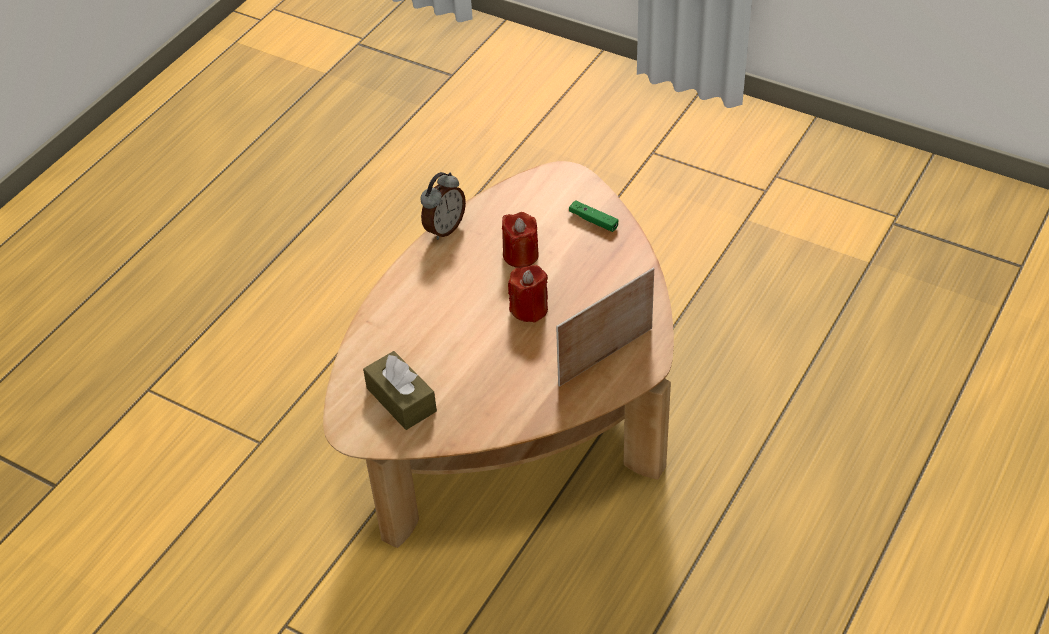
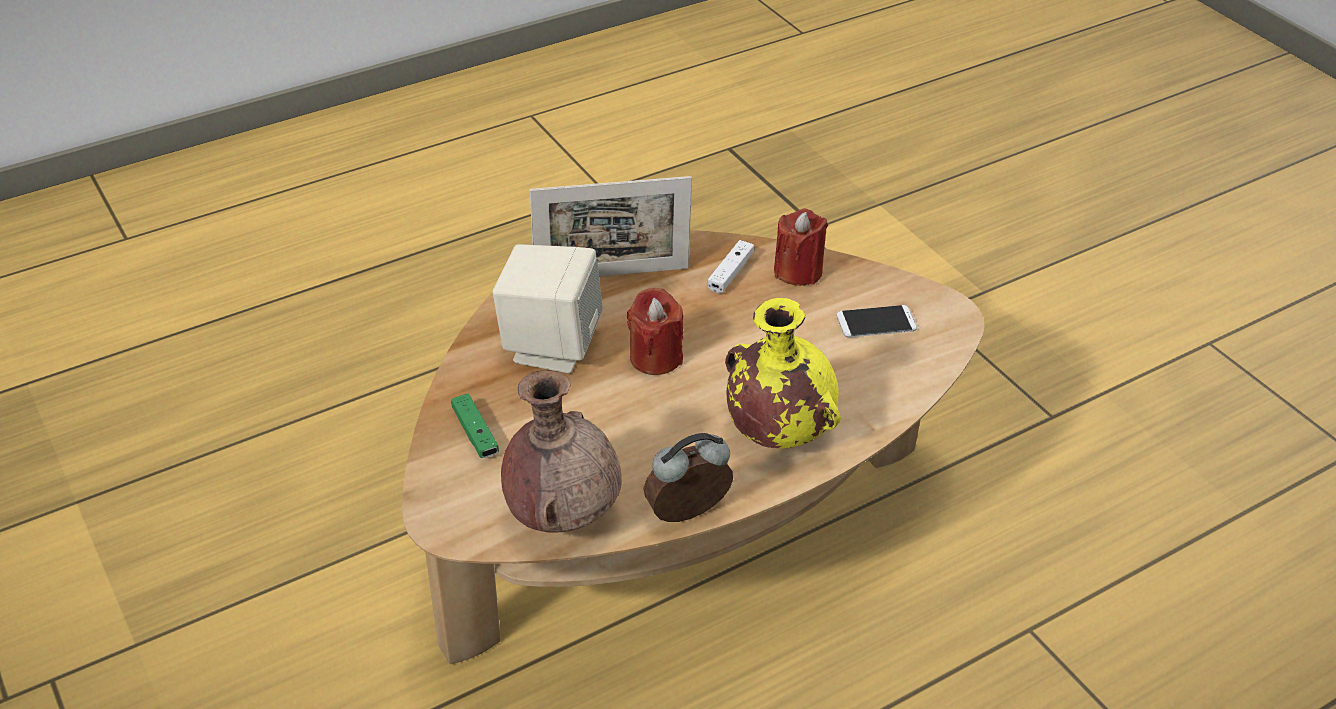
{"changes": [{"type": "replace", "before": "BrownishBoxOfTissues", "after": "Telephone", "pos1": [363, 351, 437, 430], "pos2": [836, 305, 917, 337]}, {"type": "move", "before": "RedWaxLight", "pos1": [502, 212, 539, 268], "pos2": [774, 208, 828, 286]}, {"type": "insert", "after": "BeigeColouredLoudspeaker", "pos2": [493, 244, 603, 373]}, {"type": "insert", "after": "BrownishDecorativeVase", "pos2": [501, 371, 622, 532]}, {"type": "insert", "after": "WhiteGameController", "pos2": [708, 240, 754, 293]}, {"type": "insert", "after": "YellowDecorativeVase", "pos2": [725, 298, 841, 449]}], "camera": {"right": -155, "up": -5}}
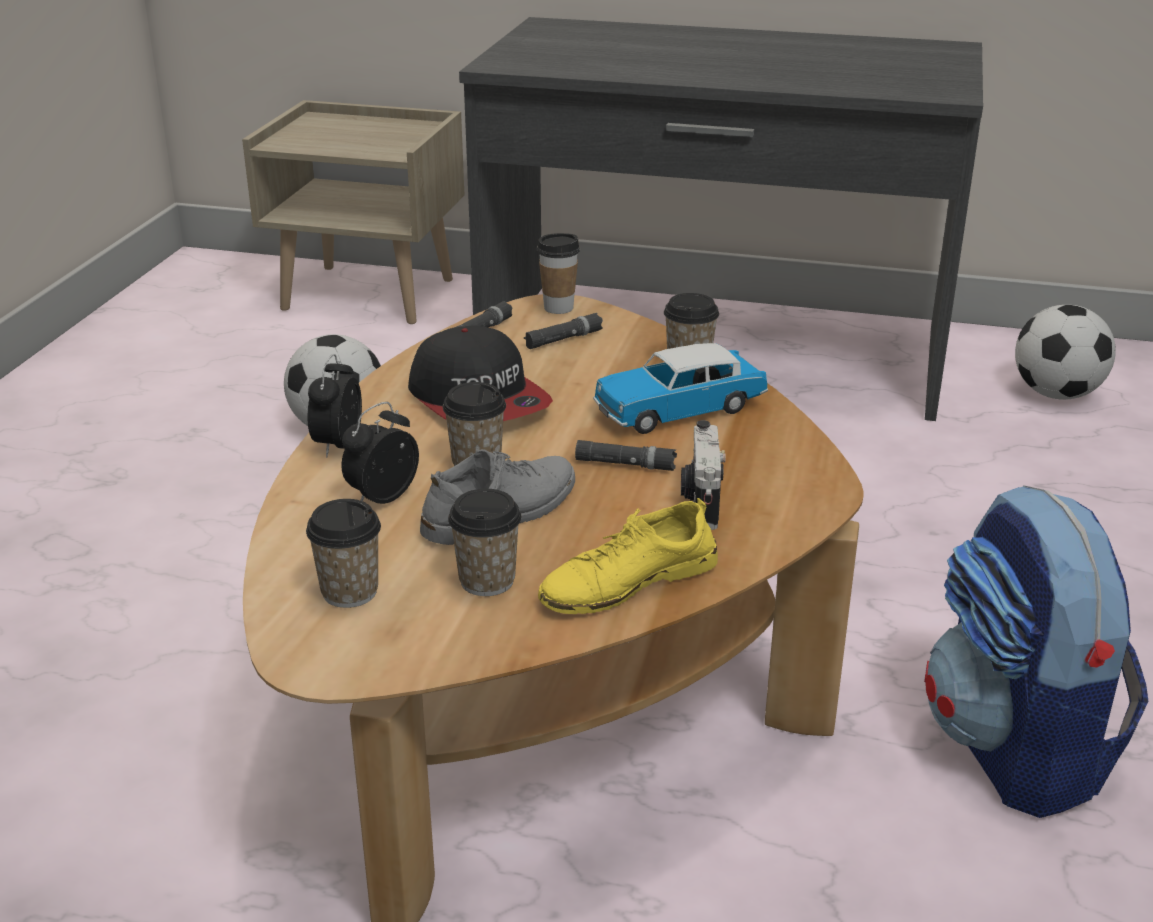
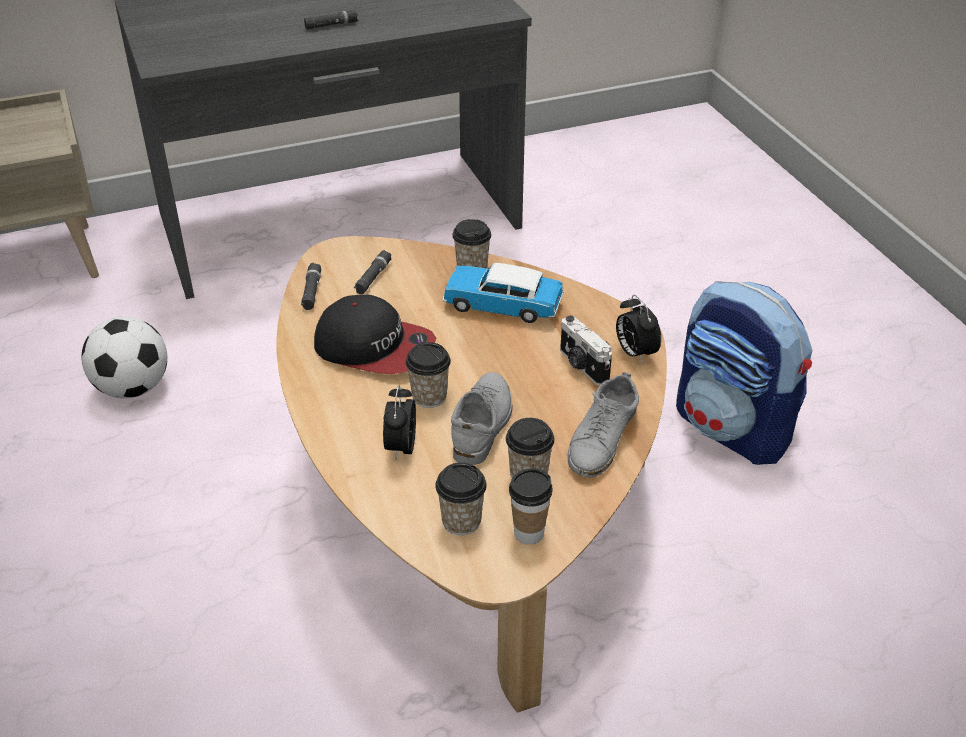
{"changes": [{"type": "move", "before": "AlarmClock", "pos1": [308, 354, 362, 458], "pos2": [616, 295, 661, 364]}, {"type": "move", "before": "DrinkingCup", "pos1": [537, 233, 580, 314], "pos2": [509, 468, 553, 545]}, {"type": "recolor", "before": "YellowItemOfFootwear", "after": "GrayItemOfFootwear", "pos1": [538, 498, 718, 614], "pos2": [568, 372, 639, 477]}, {"type": "move", "before": "BlackColouredFlashlight", "pos1": [575, 440, 677, 471], "pos2": [304, 10, 358, 30]}, {"type": "rotate", "before": "MiniatureCar", "pos1": [593, 343, 768, 434], "pos2": [443, 262, 564, 323], "turn": 75}, {"type": "delete", "before": "FootballBall", "pos1": [1015, 305, 1116, 400]}], "camera": {"right": -35, "up": 10}}
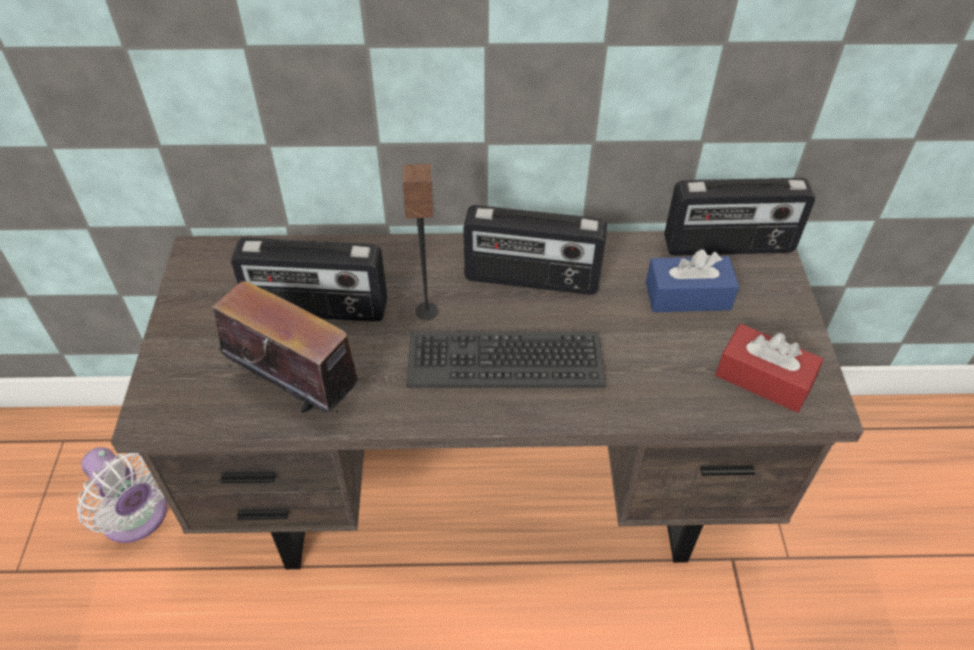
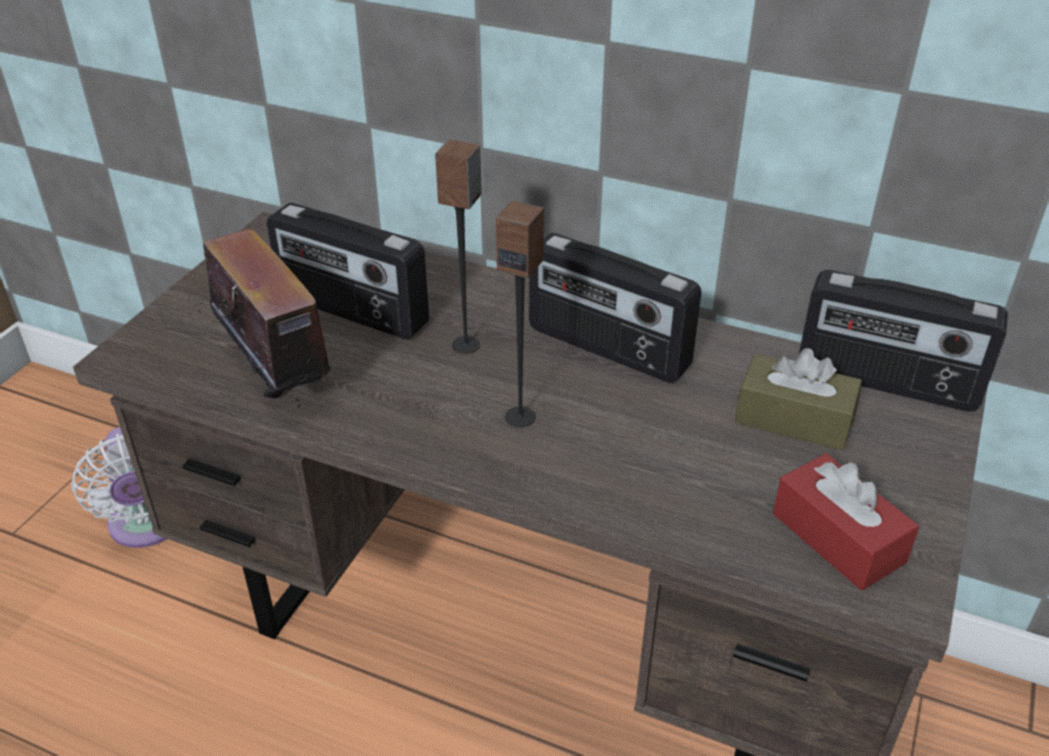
{"changes": [{"type": "replace", "before": "Keyboard", "after": "Loudspeaker", "pos1": [406, 332, 606, 388], "pos2": [496, 200, 544, 427]}, {"type": "recolor", "before": "BluishBoxOfTissues", "after": "BrownishBoxOfTissues", "pos1": [646, 249, 739, 312], "pos2": [735, 348, 862, 450]}], "camera": {"right": 25, "up": -10}}
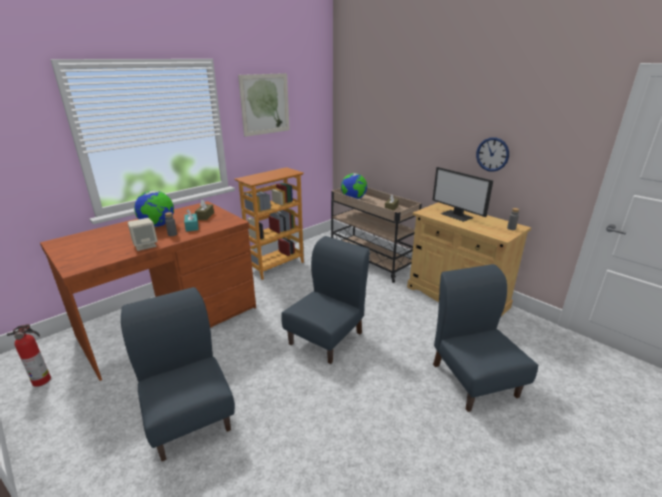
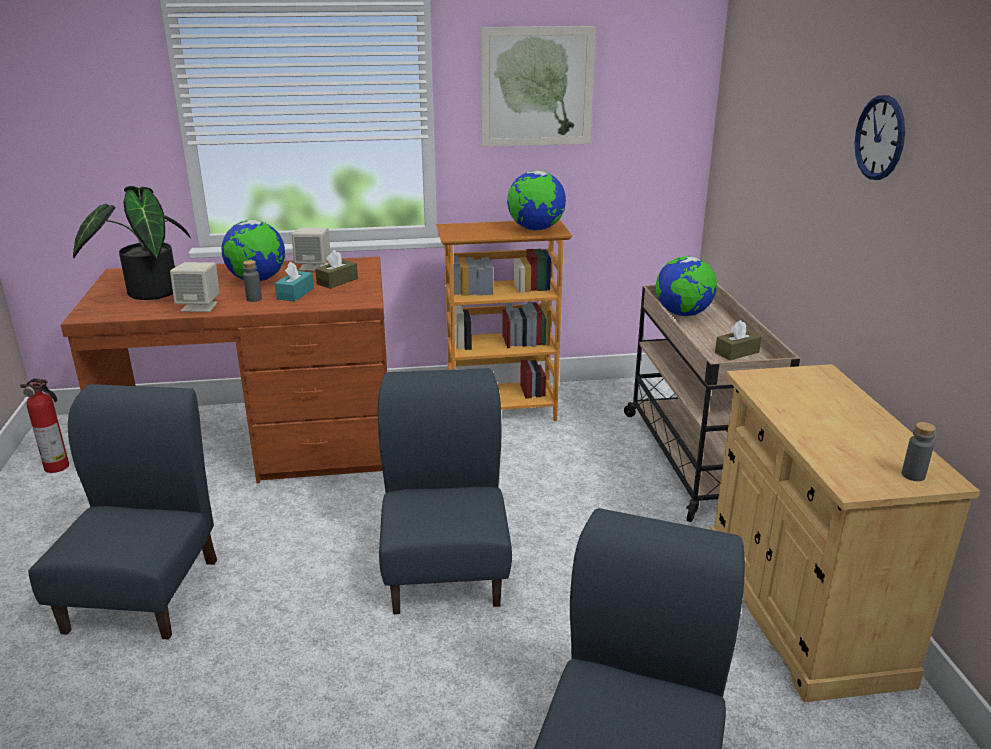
{"changes": [{"type": "rotate", "before": "BluishChair", "pos1": [281, 236, 370, 364], "pos2": [378, 368, 512, 614], "turn": -75}, {"type": "delete", "before": "ComputerScreen", "pos1": [433, 167, 493, 222]}, {"type": "move", "before": "WallClock", "pos1": [476, 137, 509, 172], "pos2": [854, 95, 905, 180]}, {"type": "insert", "after": "PottedPlant", "pos2": [73, 186, 191, 300]}, {"type": "insert", "after": "BeigeColouredLoudspeaker", "pos2": [292, 228, 330, 271]}, {"type": "insert", "after": "DeskGlobe", "pos2": [507, 170, 566, 231]}], "camera": {"right": 35, "up": 0}}
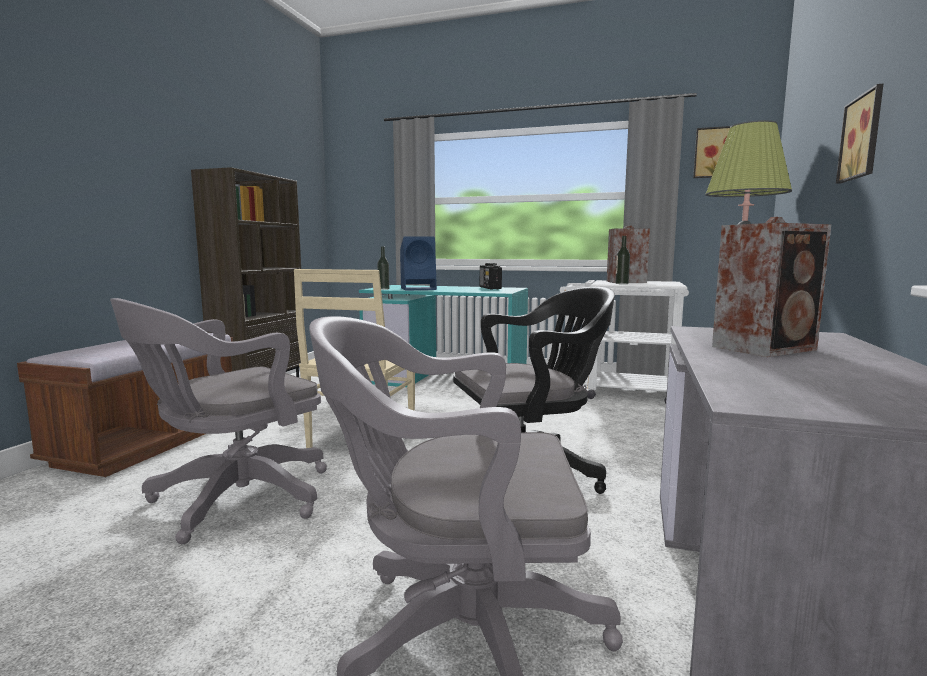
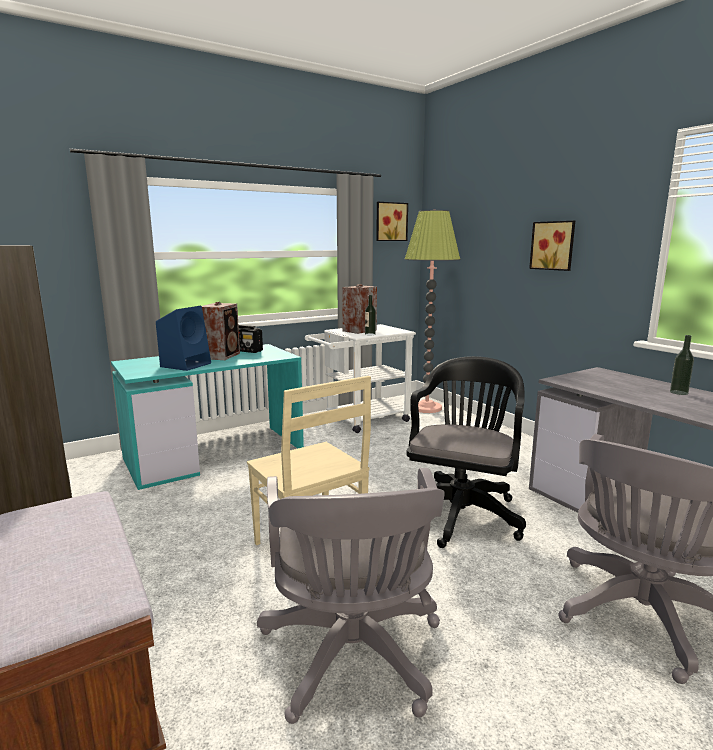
{"changes": [{"type": "move", "before": "DrinkBottle", "pos1": [377, 247, 389, 290], "pos2": [670, 335, 694, 395]}, {"type": "move", "before": "Loudspeaker", "pos1": [712, 217, 831, 357], "pos2": [202, 302, 240, 360]}], "camera": {"right": -50, "up": 5}}
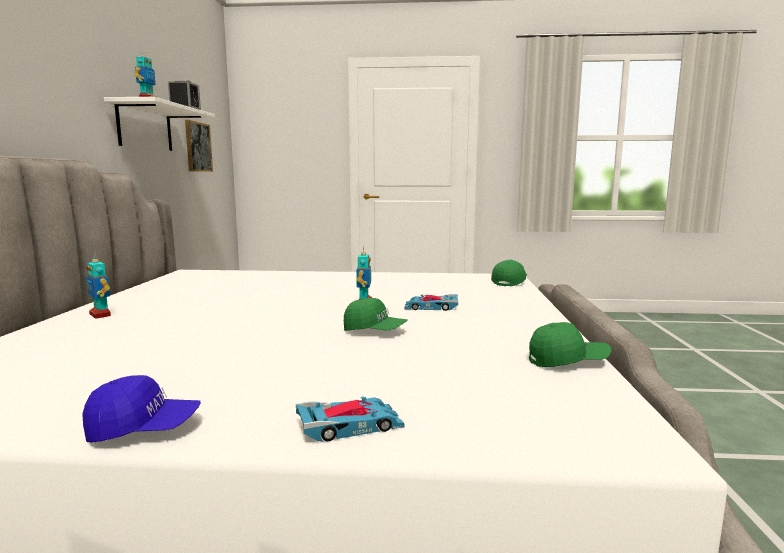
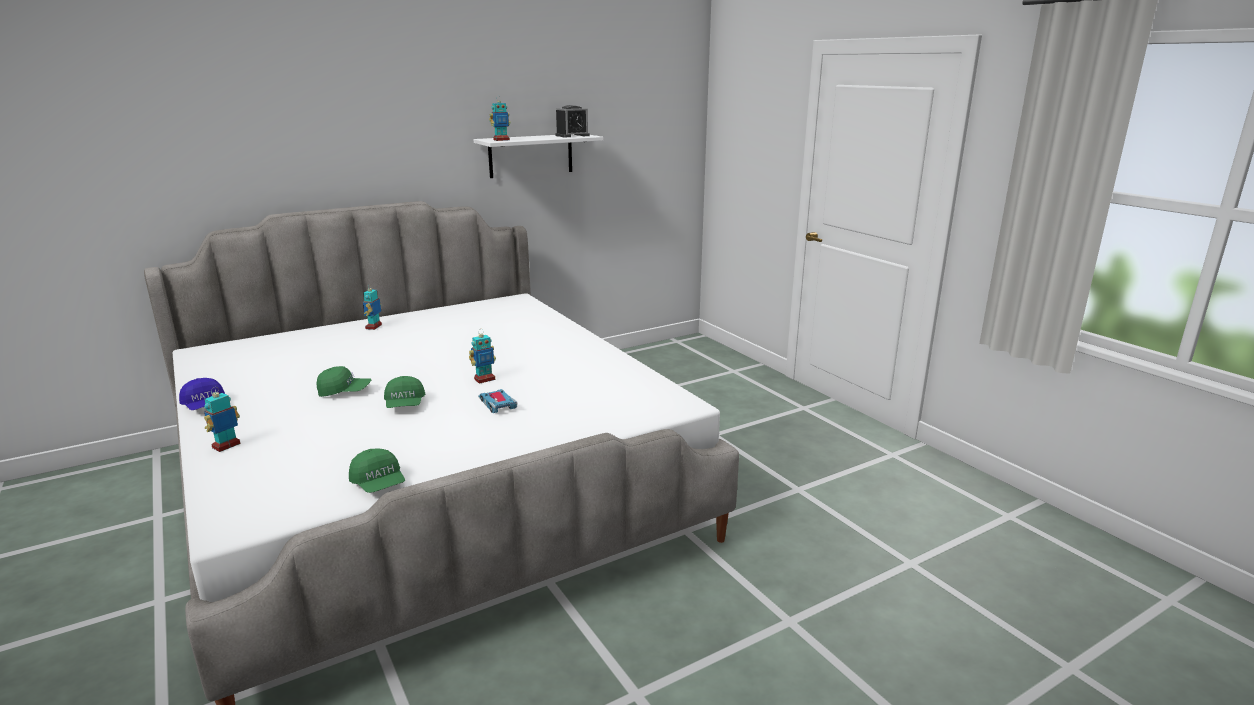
{"changes": [{"type": "delete", "before": "Picture", "pos1": [185, 120, 213, 172]}, {"type": "replace", "before": "MiniatureCar", "after": "RobotFigure", "pos1": [296, 396, 404, 442], "pos2": [204, 387, 240, 452]}, {"type": "move", "before": "GreenColouredCap", "pos1": [491, 260, 527, 287], "pos2": [316, 366, 372, 397]}], "camera": {"right": 55, "up": 10}}
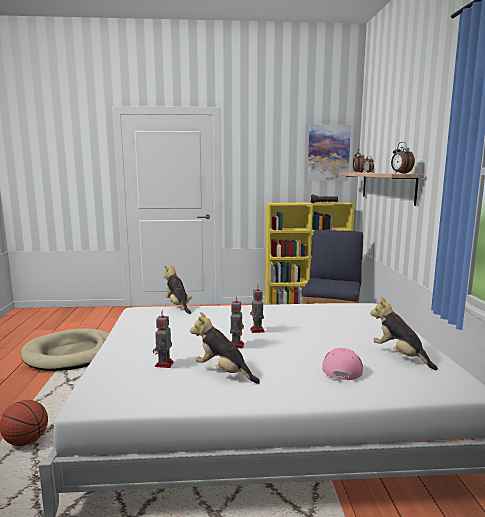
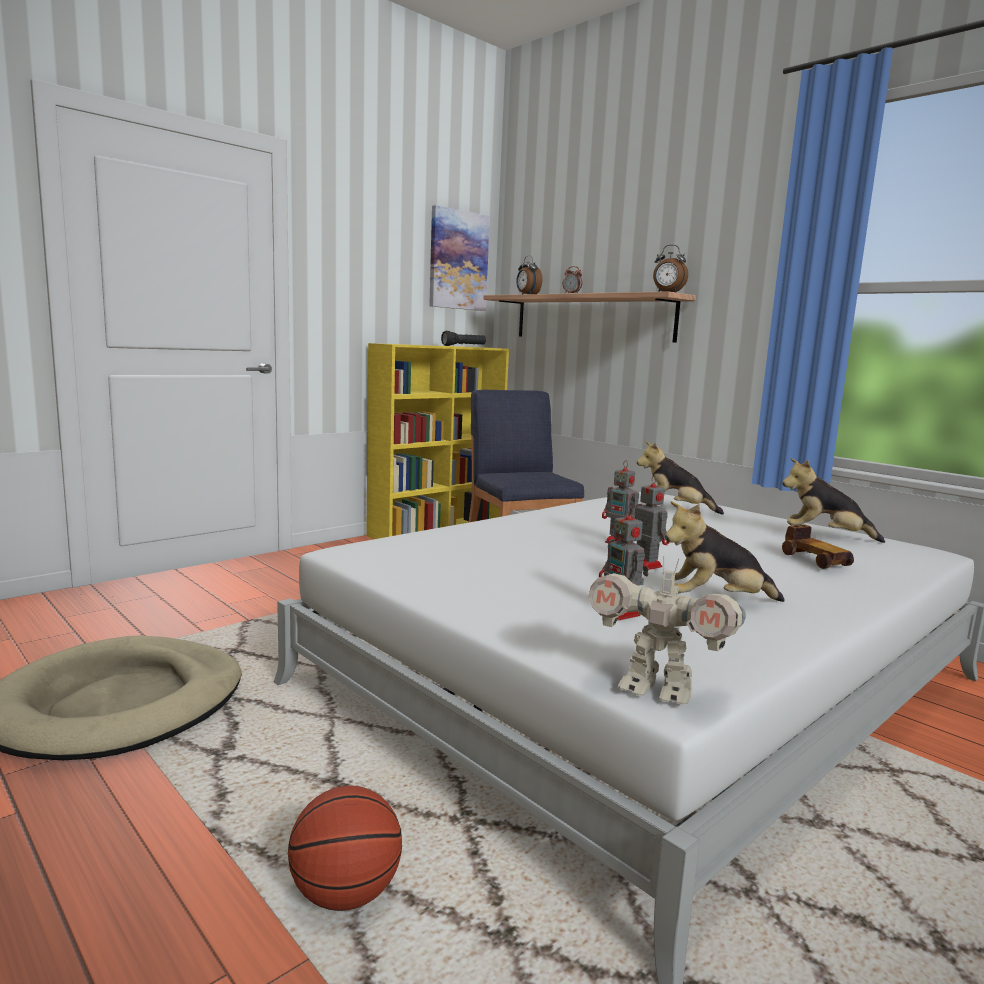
{"changes": [{"type": "move", "before": "PlushToy", "pos1": [163, 265, 192, 314], "pos2": [637, 442, 724, 515]}, {"type": "replace", "before": "PinkCap", "after": "MiniatureCar", "pos1": [322, 348, 363, 380], "pos2": [782, 525, 854, 569]}, {"type": "insert", "after": "RobotFigure", "pos2": [589, 556, 746, 704]}], "camera": {"right": -40, "up": 0}}
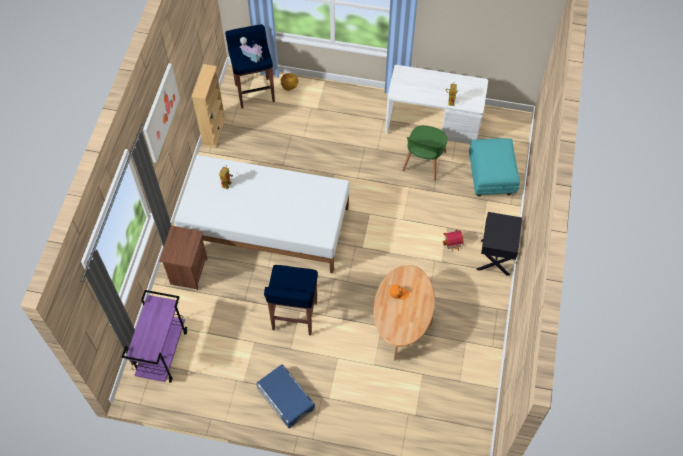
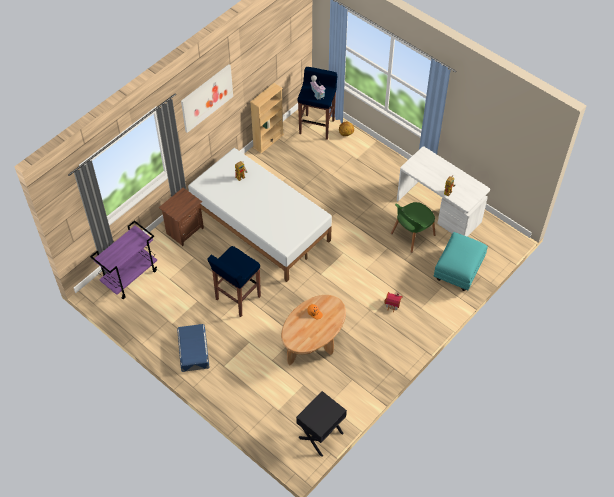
{"changes": [{"type": "move", "before": "BlackColouredBedsideTable", "pos1": [477, 212, 522, 276], "pos2": [296, 391, 347, 457]}], "camera": {"right": 30, "up": -5}}
